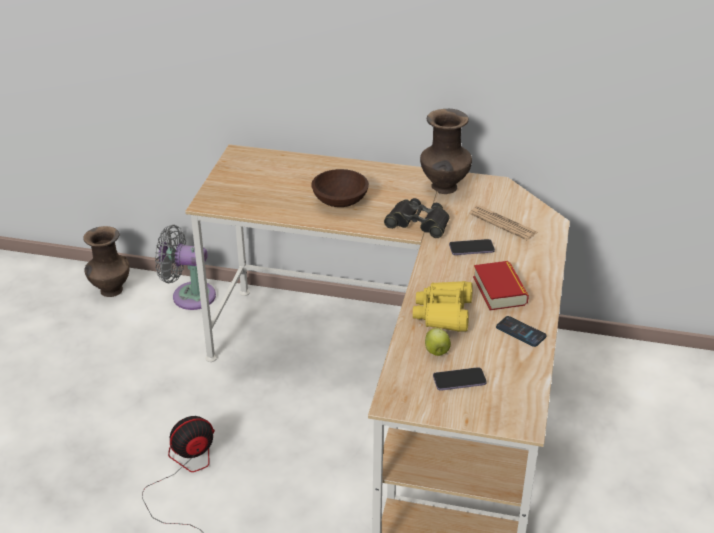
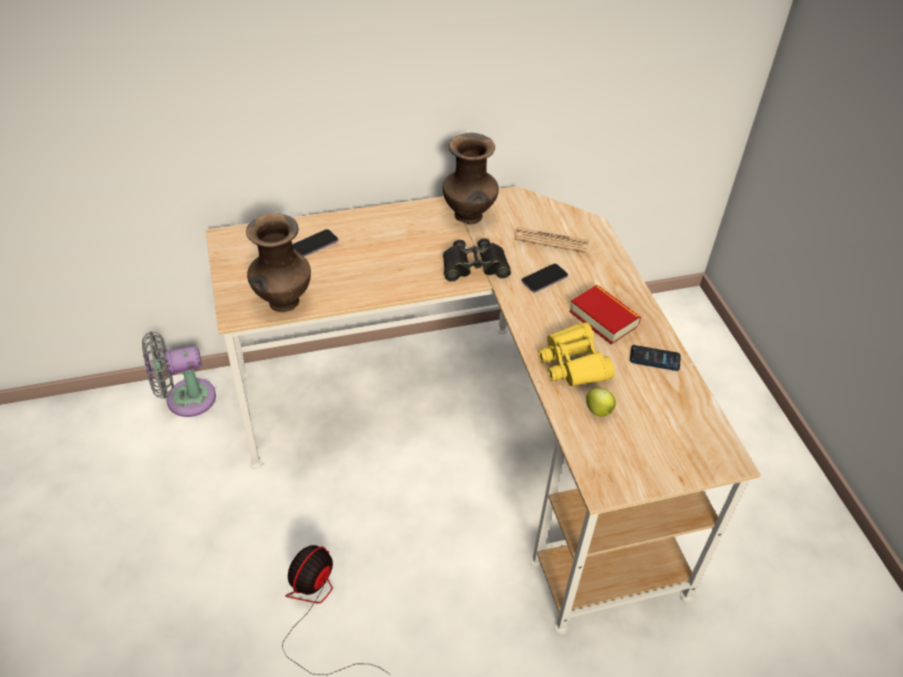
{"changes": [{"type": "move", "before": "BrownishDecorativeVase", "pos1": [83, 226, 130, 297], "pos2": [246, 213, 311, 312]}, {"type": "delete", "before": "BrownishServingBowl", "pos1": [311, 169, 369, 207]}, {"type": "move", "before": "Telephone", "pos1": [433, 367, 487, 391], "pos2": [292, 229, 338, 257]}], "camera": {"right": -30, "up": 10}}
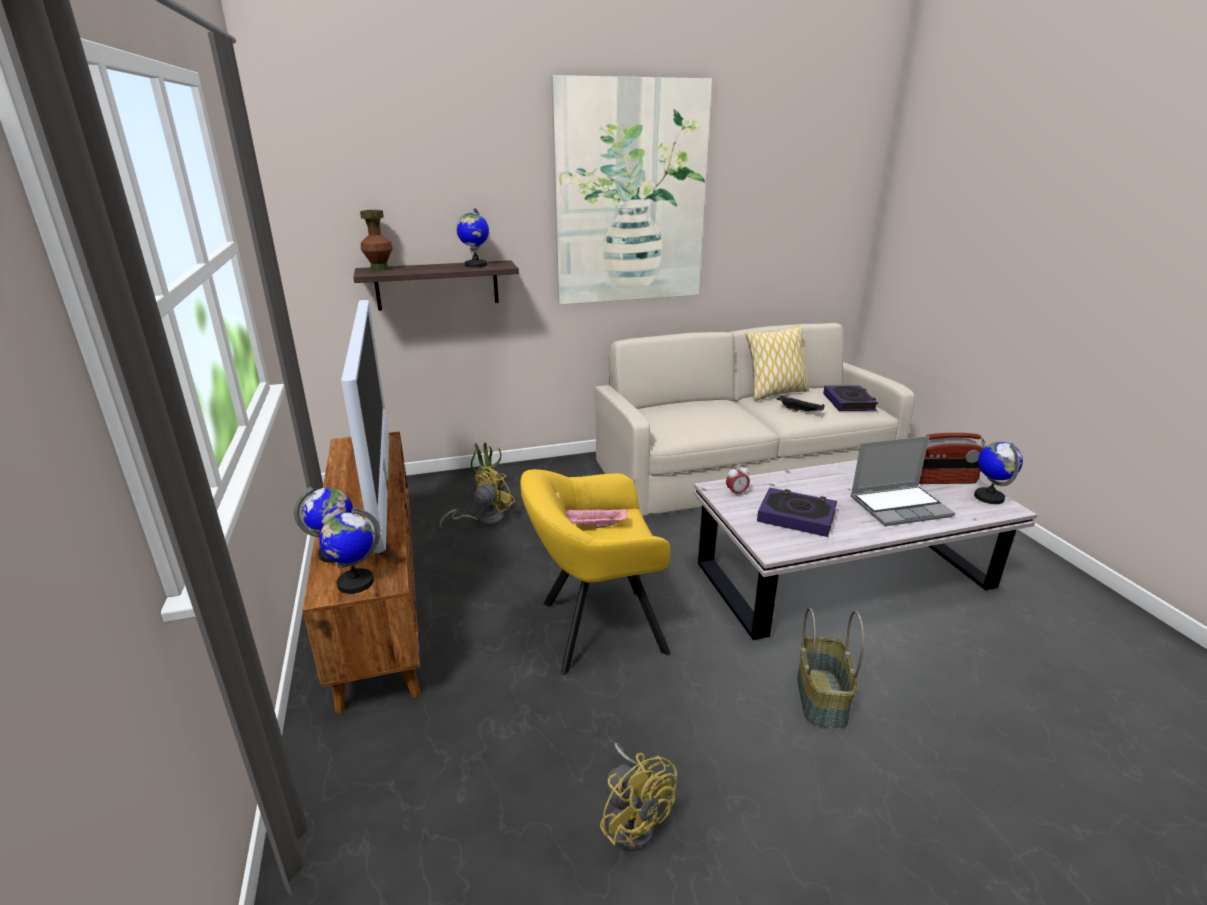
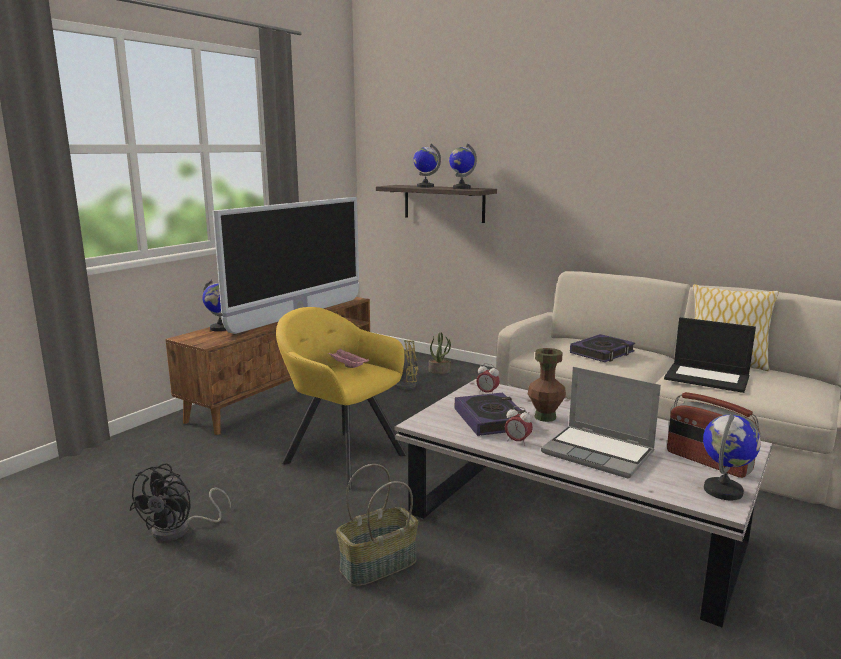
{"changes": [{"type": "move", "before": "DeskGlobe", "pos1": [319, 507, 380, 594], "pos2": [413, 144, 441, 187]}, {"type": "move", "before": "BrownishDecorativeVase", "pos1": [360, 210, 393, 271], "pos2": [528, 348, 566, 422]}, {"type": "delete", "before": "Picture", "pos1": [551, 75, 712, 305]}, {"type": "recolor", "before": "YellowCoolingFan", "after": "BlackColouredCoolingFan", "pos1": [600, 743, 677, 851], "pos2": [129, 463, 231, 541]}, {"type": "replace", "before": "BlackColouredCarryingTray", "after": "PortableComputer", "pos1": [777, 396, 825, 412], "pos2": [664, 317, 756, 393]}, {"type": "move", "before": "Volume", "pos1": [823, 385, 878, 411], "pos2": [570, 334, 635, 362]}, {"type": "insert", "after": "AlarmClock", "pos2": [505, 406, 533, 445]}], "camera": {"right": 50, "up": -10}}
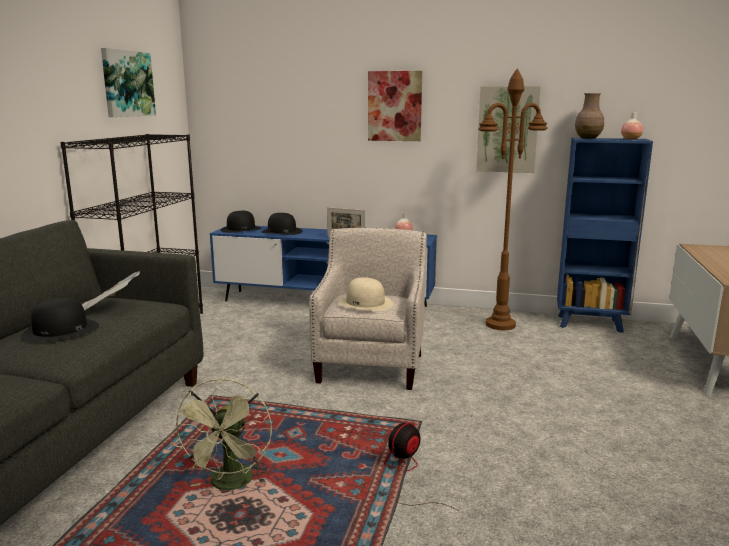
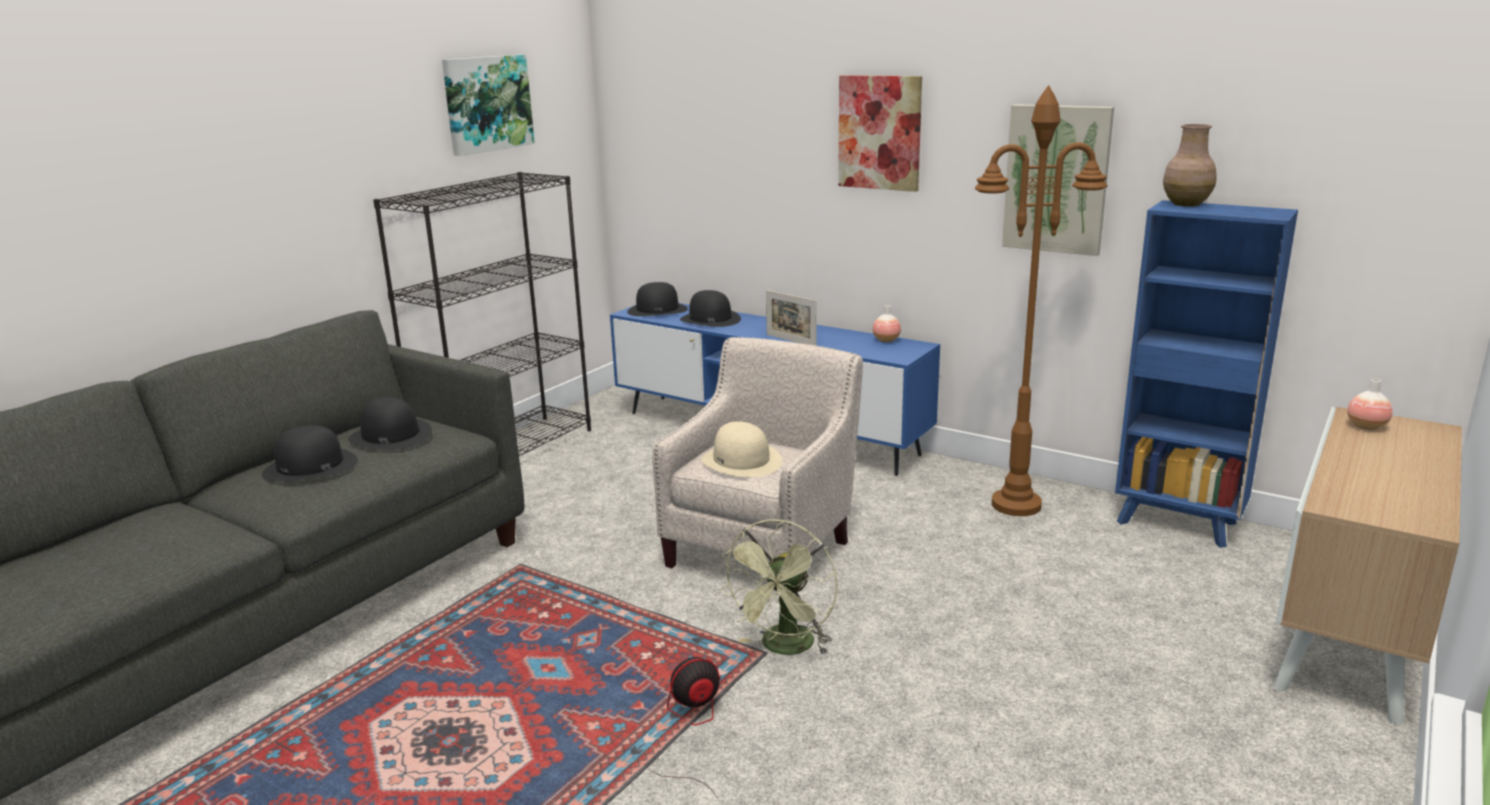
{"changes": [{"type": "replace", "before": "Newspaper", "after": "BlackColouredHat", "pos1": [82, 272, 140, 310], "pos2": [348, 397, 432, 450]}, {"type": "move", "before": "GreenColouredCoolingFan", "pos1": [172, 378, 272, 490], "pos2": [720, 519, 838, 655]}, {"type": "move", "before": "DecorativeVase", "pos1": [621, 112, 643, 140], "pos2": [1347, 379, 1393, 430]}], "camera": {"right": 20, "up": 5}}
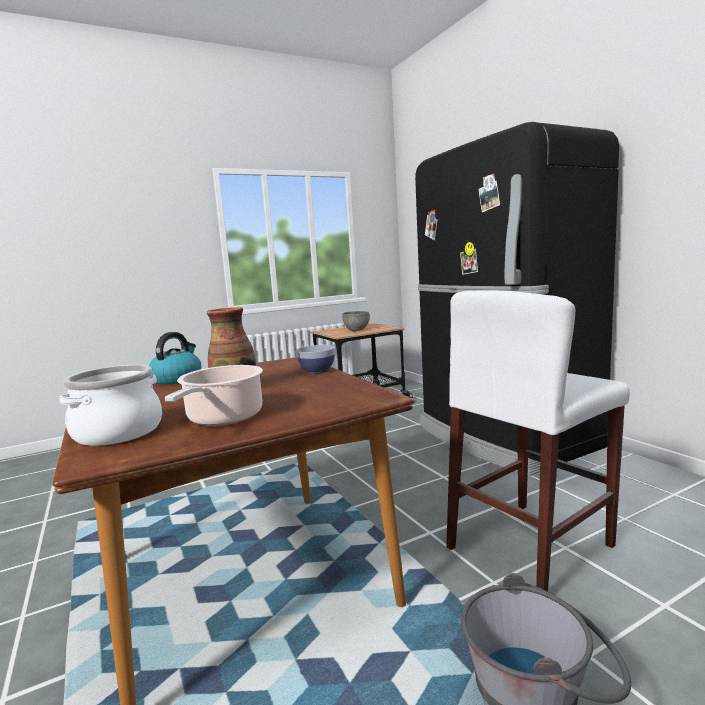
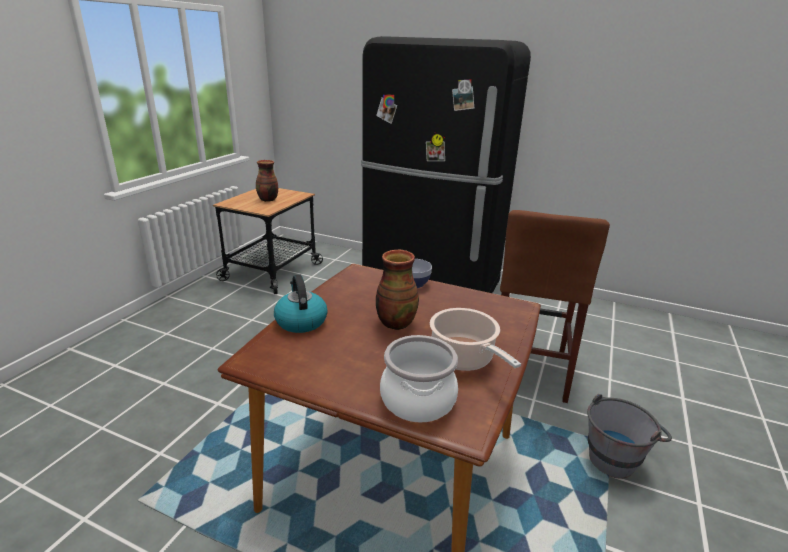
{"changes": [{"type": "replace", "before": "GrayServingBowl", "after": "DecorativeVase", "pos1": [342, 311, 370, 331], "pos2": [256, 160, 278, 202]}, {"type": "recolor", "before": "WhiteStoolSeat", "after": "BrownishStoolSeat", "pos1": [446, 290, 630, 591], "pos2": [500, 210, 610, 403]}], "camera": {"right": -40, "up": 15}}
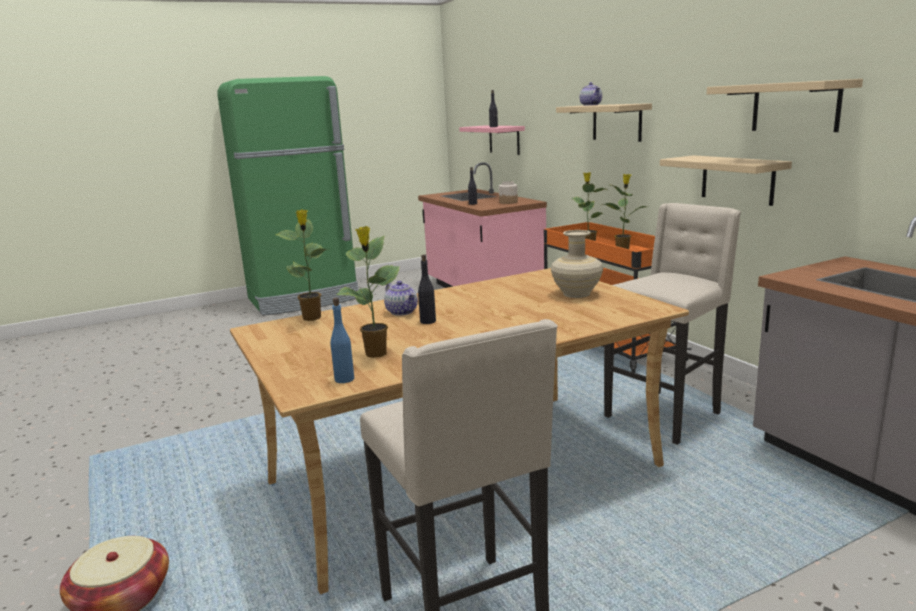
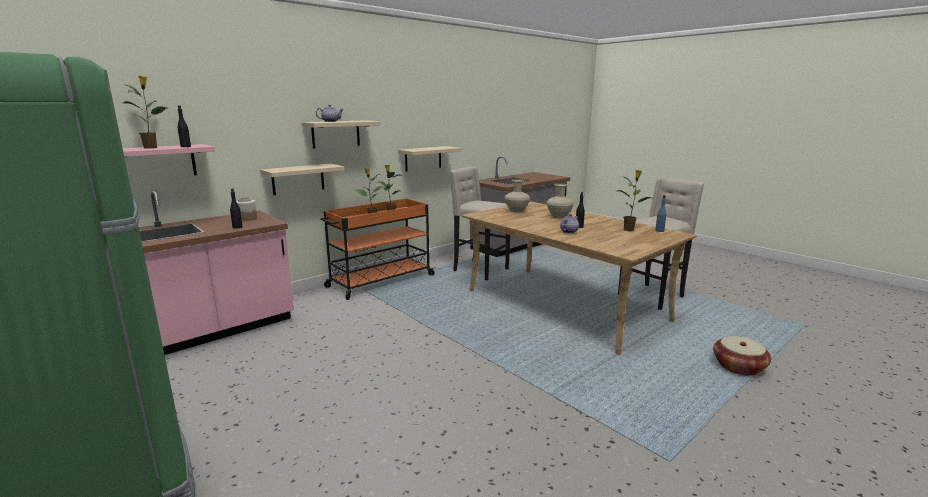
{"changes": [{"type": "move", "before": "PottedPlant", "pos1": [276, 209, 330, 321], "pos2": [123, 76, 168, 149]}, {"type": "move", "before": "BeigeColouredWallShelf", "pos1": [707, 79, 863, 132], "pos2": [260, 163, 344, 195]}, {"type": "insert", "after": "BeigeColouredDecorativeVase", "pos2": [547, 184, 574, 219]}], "camera": {"right": -105, "up": 0}}
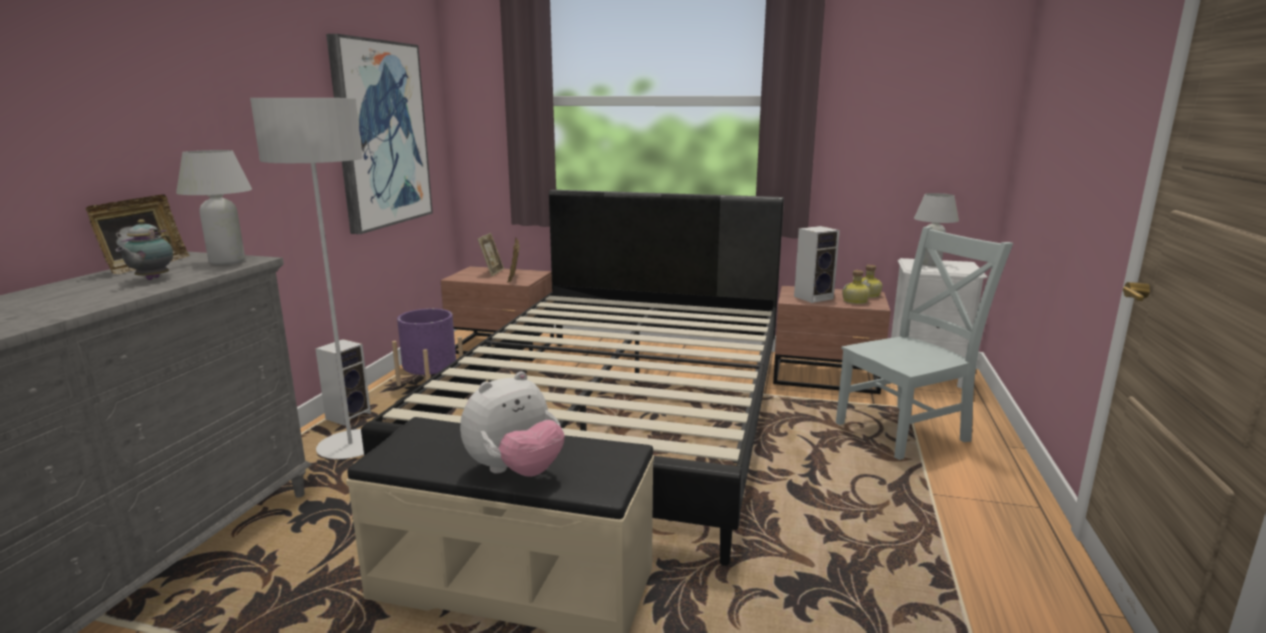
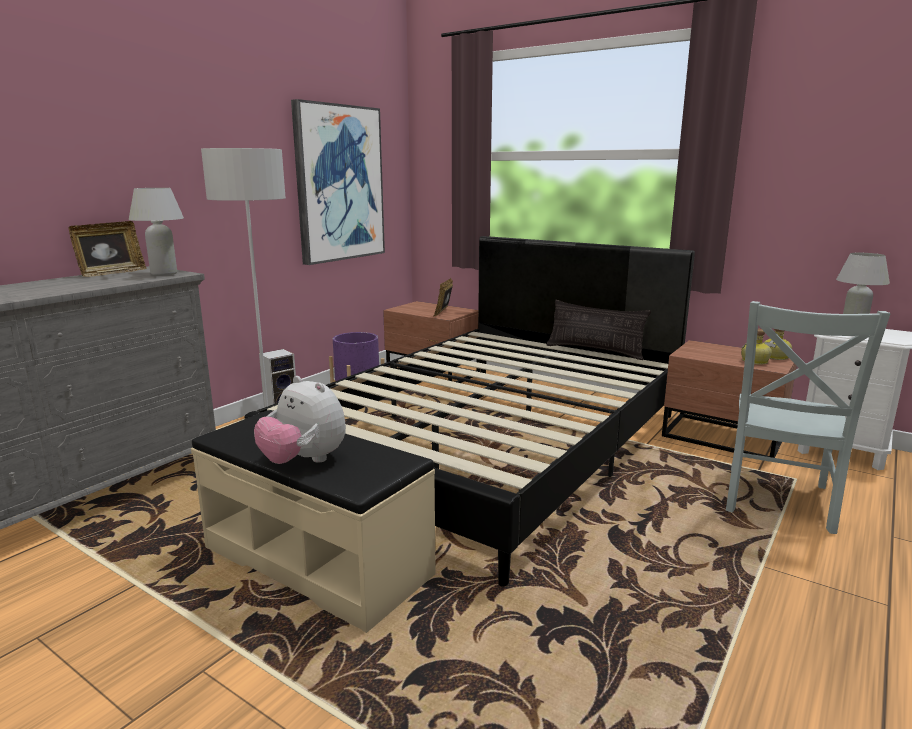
{"changes": [{"type": "delete", "before": "TeaPot", "pos1": [115, 219, 173, 280]}, {"type": "rotate", "before": "PlushToy", "pos1": [460, 371, 565, 477], "pos2": [254, 376, 346, 464], "turn": 60}, {"type": "delete", "before": "PictureFrame", "pos1": [478, 233, 504, 277]}, {"type": "delete", "before": "Loudspeaker", "pos1": [794, 226, 840, 303]}, {"type": "rotate", "before": "GrayChair", "pos1": [836, 226, 1013, 460], "pos2": [726, 301, 891, 534], "turn": 120}, {"type": "insert", "after": "Pillow", "pos2": [546, 300, 651, 360]}], "camera": {"right": 20, "up": 0}}
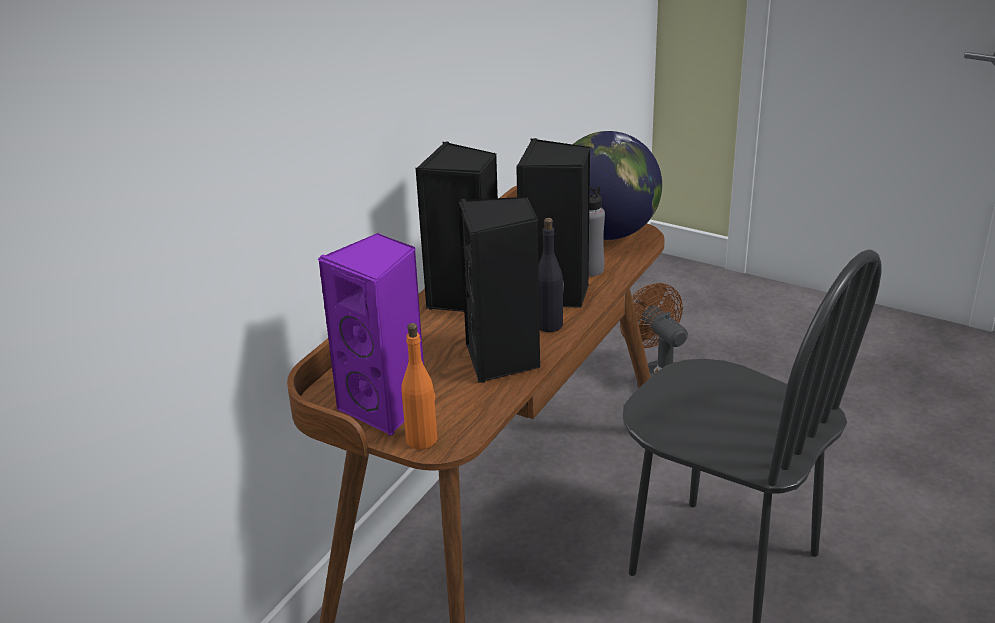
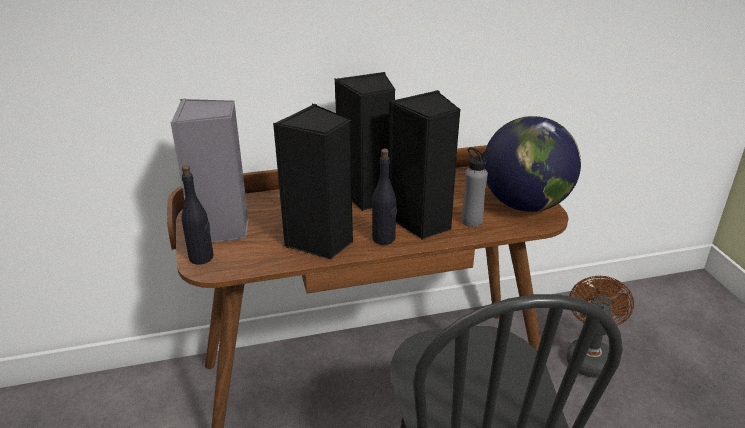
{"changes": [{"type": "recolor", "before": "PurpleLoudspeaker", "after": "GrayLoudspeaker", "pos1": [318, 233, 424, 436], "pos2": [171, 98, 249, 243]}, {"type": "recolor", "before": "OrangeColouredDrinkBottle", "after": "BlackColouredDrinkBottle", "pos1": [401, 323, 437, 449], "pos2": [181, 165, 214, 265]}], "camera": {"right": 45, "up": 0}}
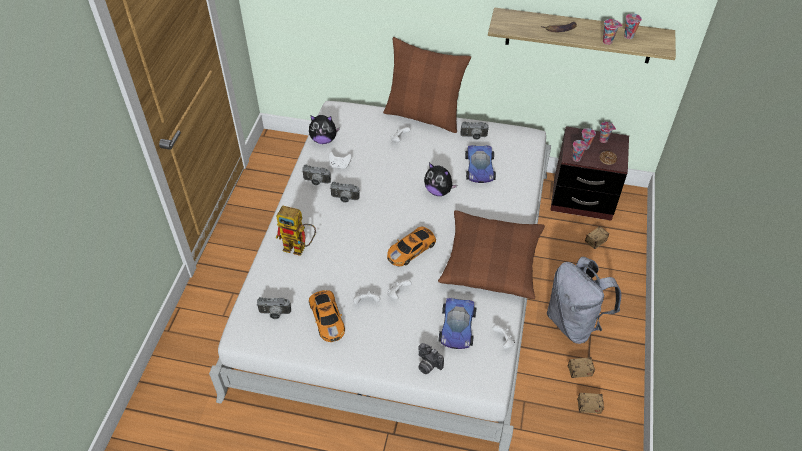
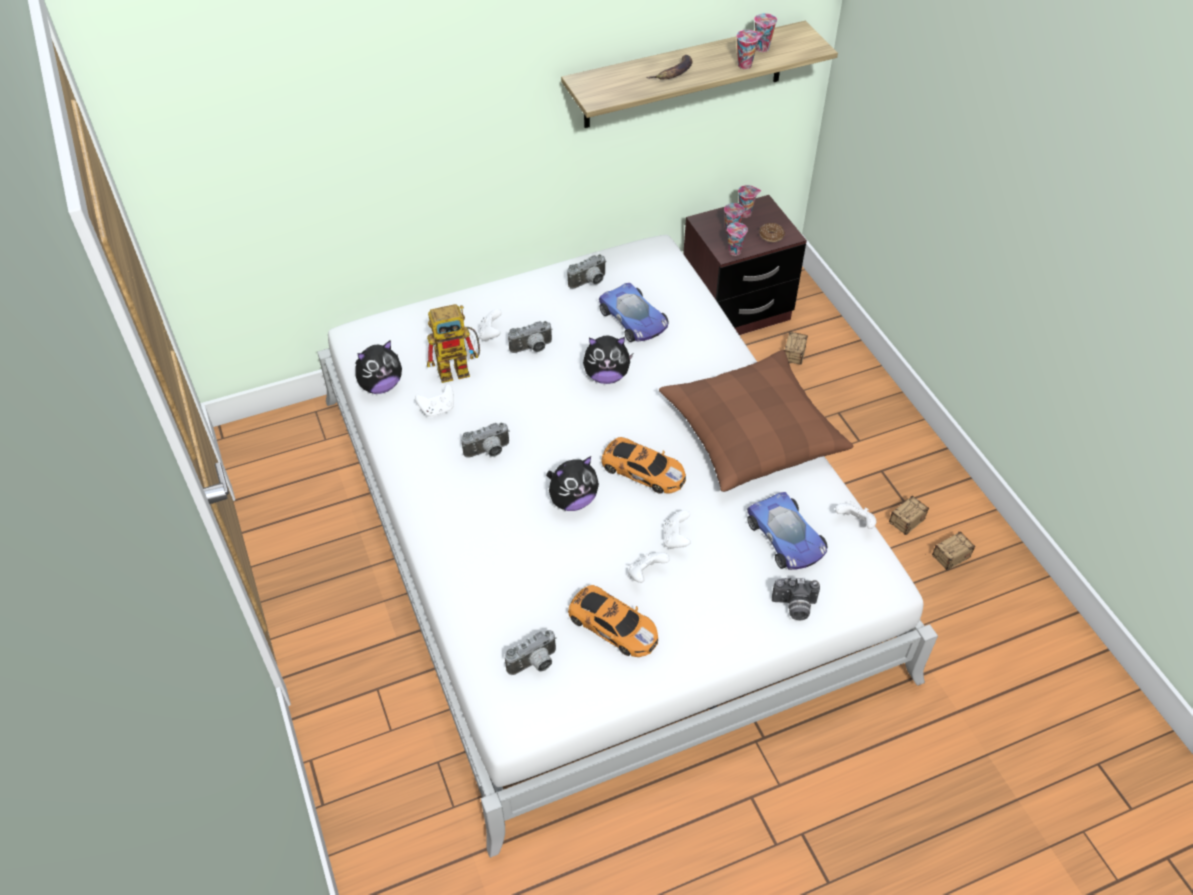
{"changes": [{"type": "move", "before": "RobotFigure", "pos1": [276, 206, 316, 256], "pos2": [427, 304, 480, 383]}, {"type": "move", "before": "StillCamera", "pos1": [302, 165, 331, 185], "pos2": [508, 321, 553, 353]}, {"type": "delete", "before": "BrownishPillow", "pos1": [383, 37, 471, 133]}, {"type": "rotate", "before": "MiniatureCar", "pos1": [387, 226, 436, 266], "pos2": [601, 437, 686, 494], "turn": -75}, {"type": "delete", "before": "GrayRucksack", "pos1": [547, 256, 621, 344]}, {"type": "insert", "after": "PlushToy", "pos2": [546, 456, 599, 511]}], "camera": {"right": -35, "up": 0}}
